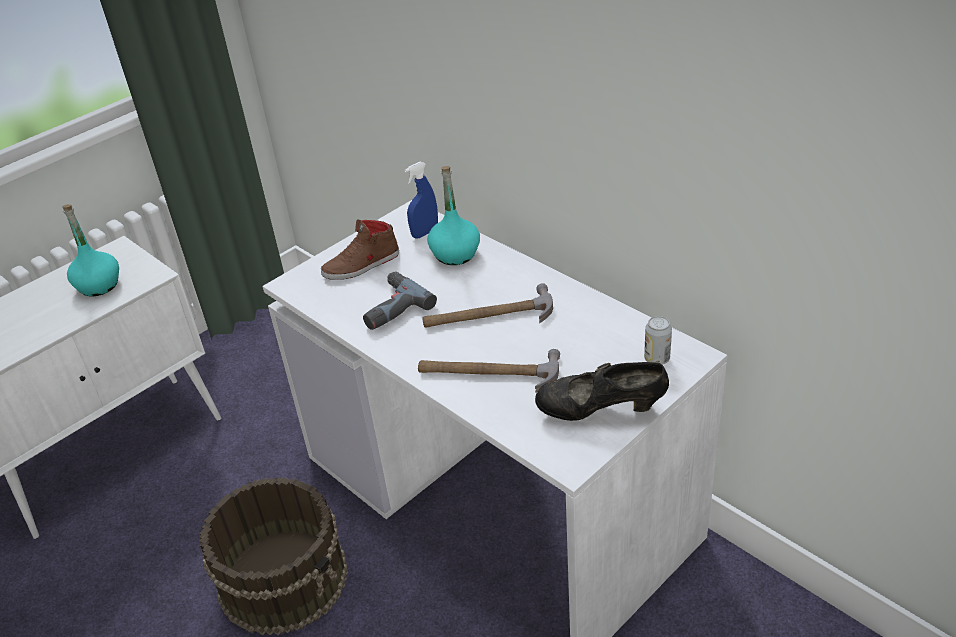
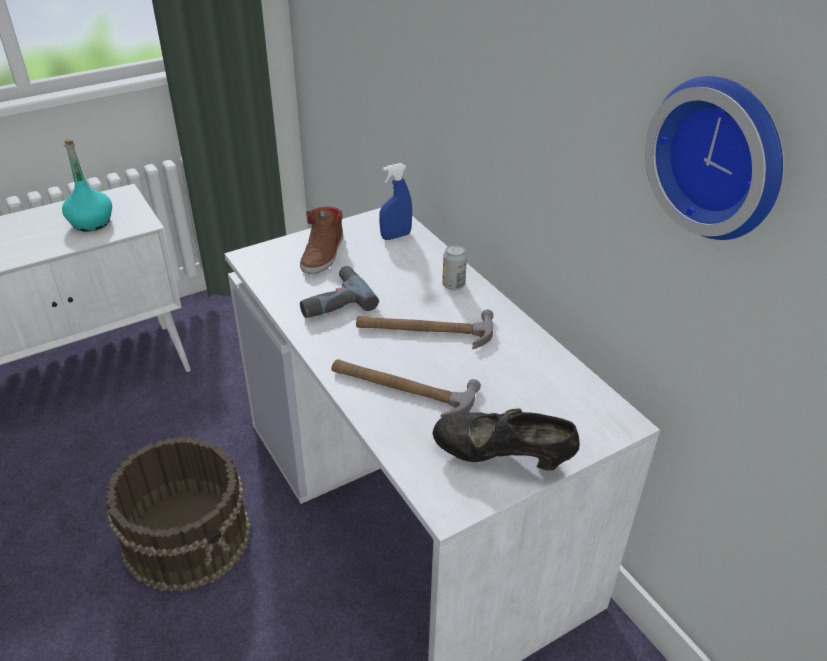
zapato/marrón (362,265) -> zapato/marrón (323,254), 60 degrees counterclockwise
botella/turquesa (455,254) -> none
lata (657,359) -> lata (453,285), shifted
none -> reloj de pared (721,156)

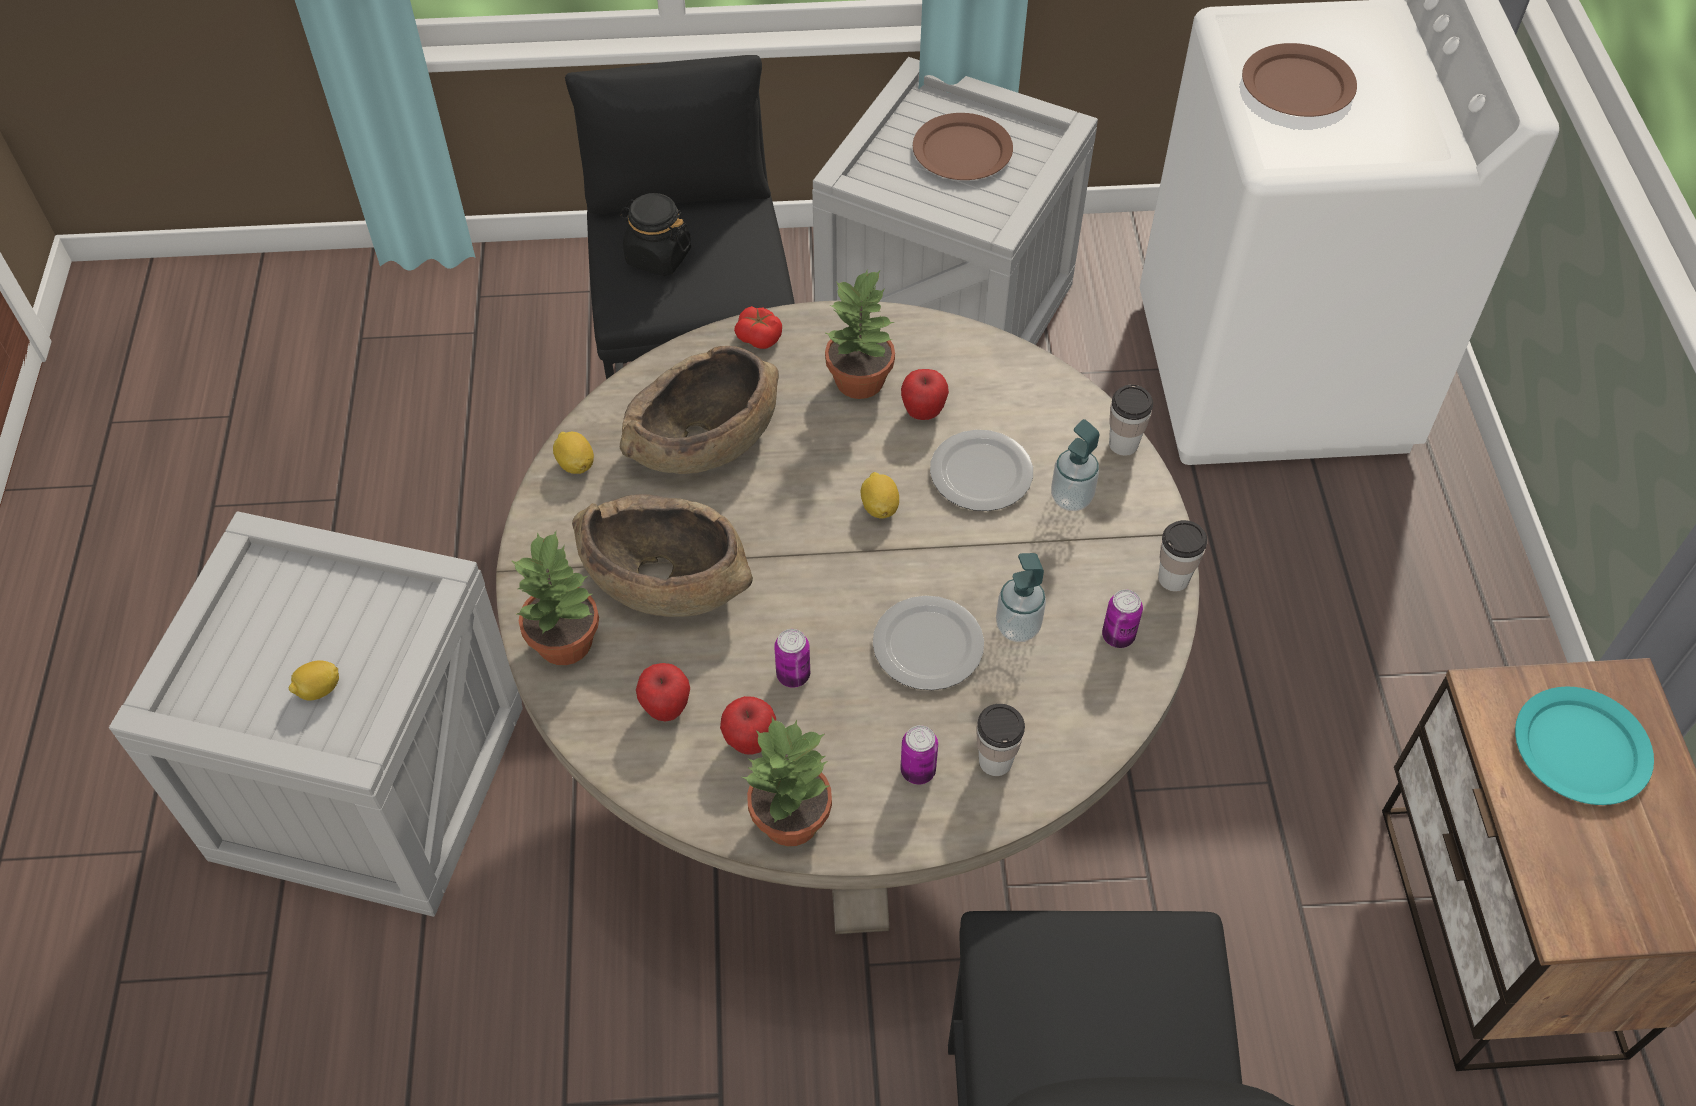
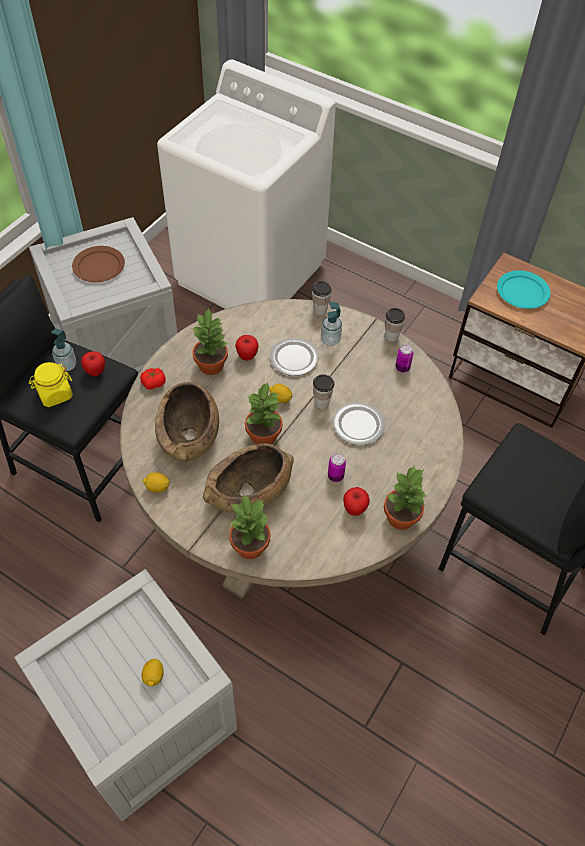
tarro/negro (658,256) -> tarro/amarillo (55,394)
manzana (666,708) -> manzana (95,372), shifted
lata (918,771) -> none
taza (995,761) -> taza (321,403), shifted
dispensador de jabón (1017,627) -> dispensador de jabón (67,365), shifted
plato/marrón (1297,86) -> none
none -> planta en maceta (263,436)

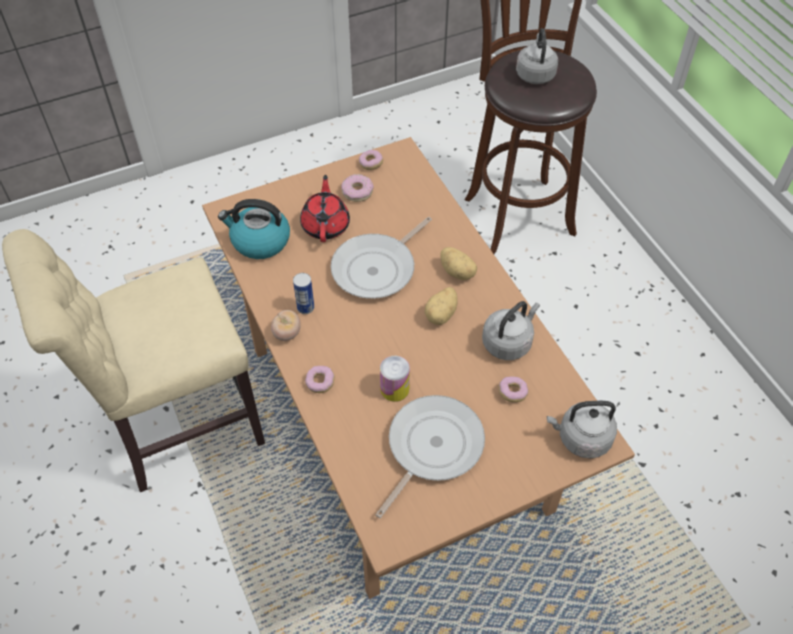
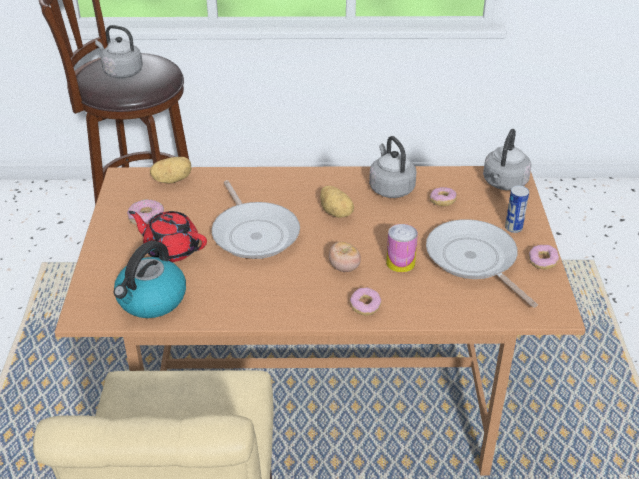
tomate (287,333) -> tomate (344,267), shifted
lata (305,308) -> lata (513,228), shifted
rosquilla (371,164) -> rosquilla (542,262), shifted
patata (458,271) -> patata (172,180), shifted

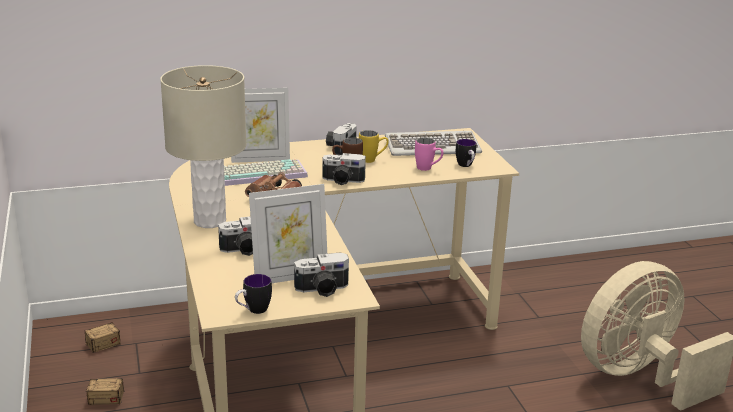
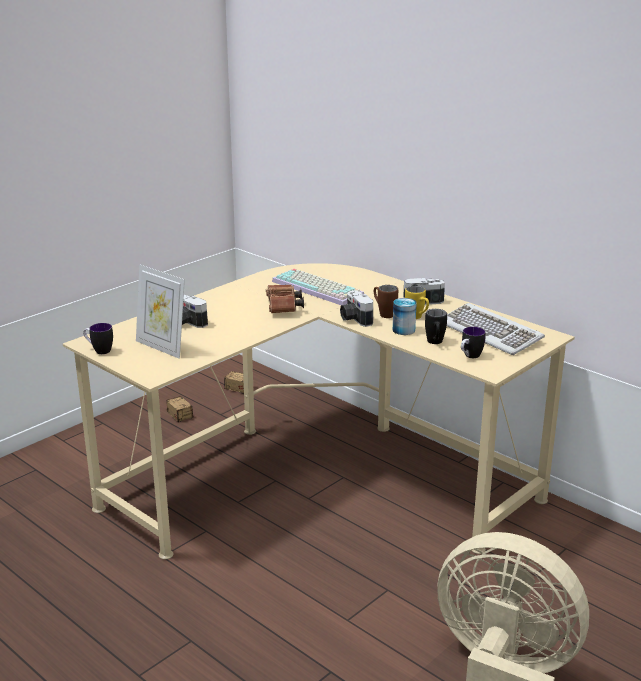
lámpara de mesa/beis (210,221) -> none
portarretratos (260,159) -> none
cámara (322,289) -> none
taza grande/rosa (428,169) -> taza grande/negro (435,343)
none -> lata (403,330)

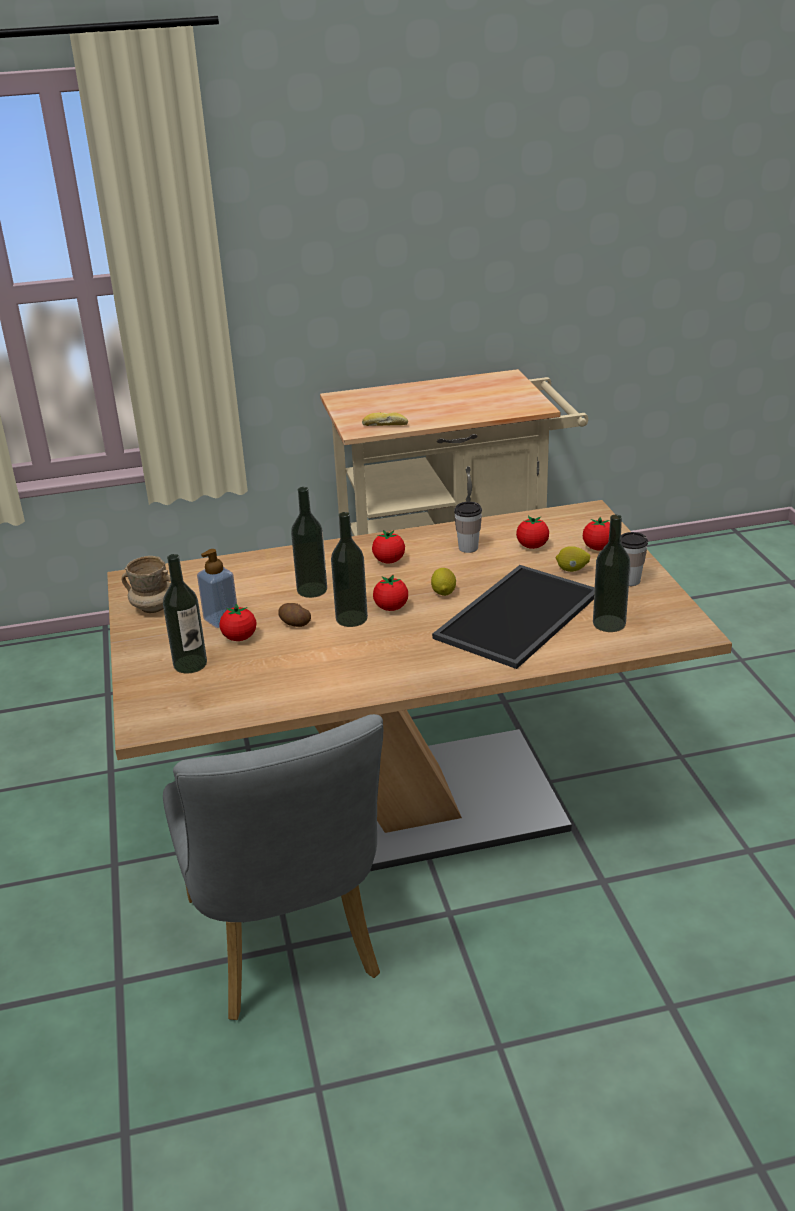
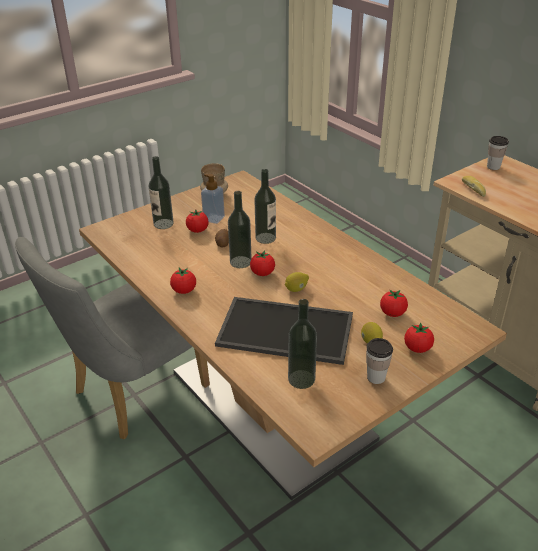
tomate (389,561) -> tomate (184,290), shifted
taza (468,548) -> taza (493,167), shifted

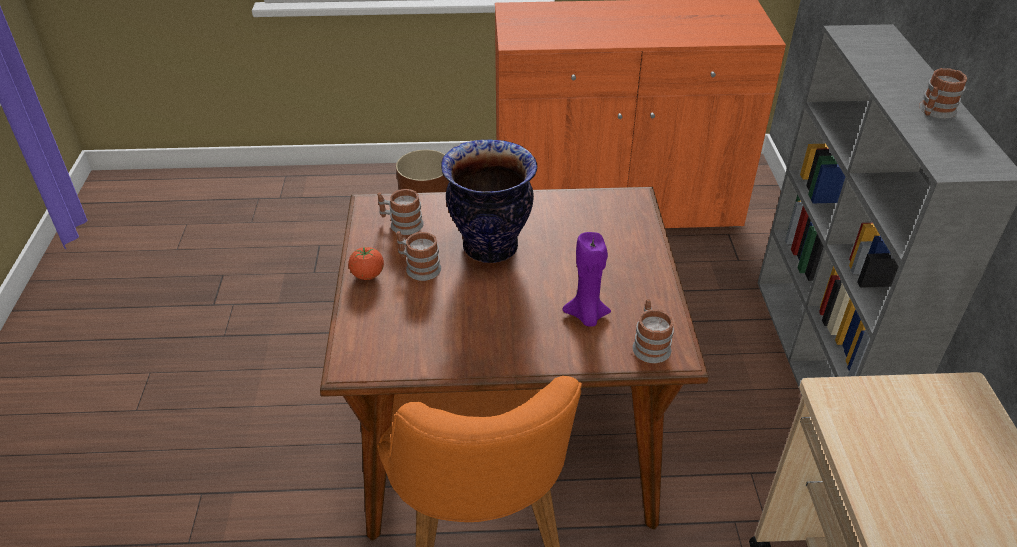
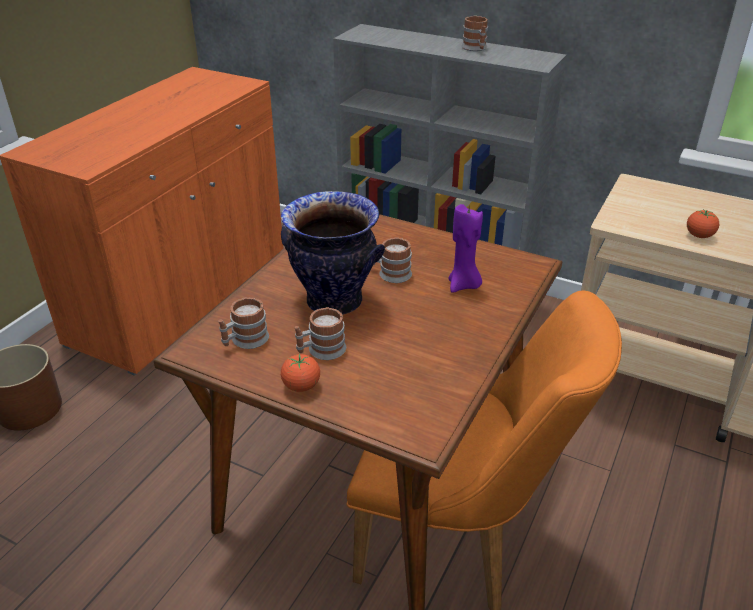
taza grande (649,344) -> taza grande (390,273), shifted
none -> tomate (699,236)

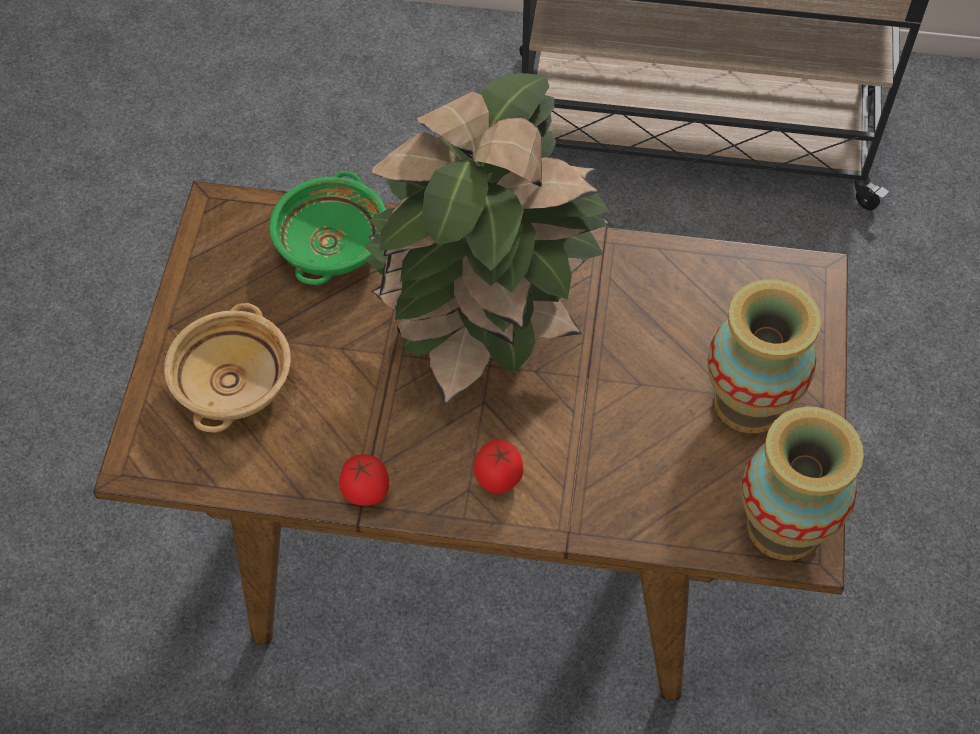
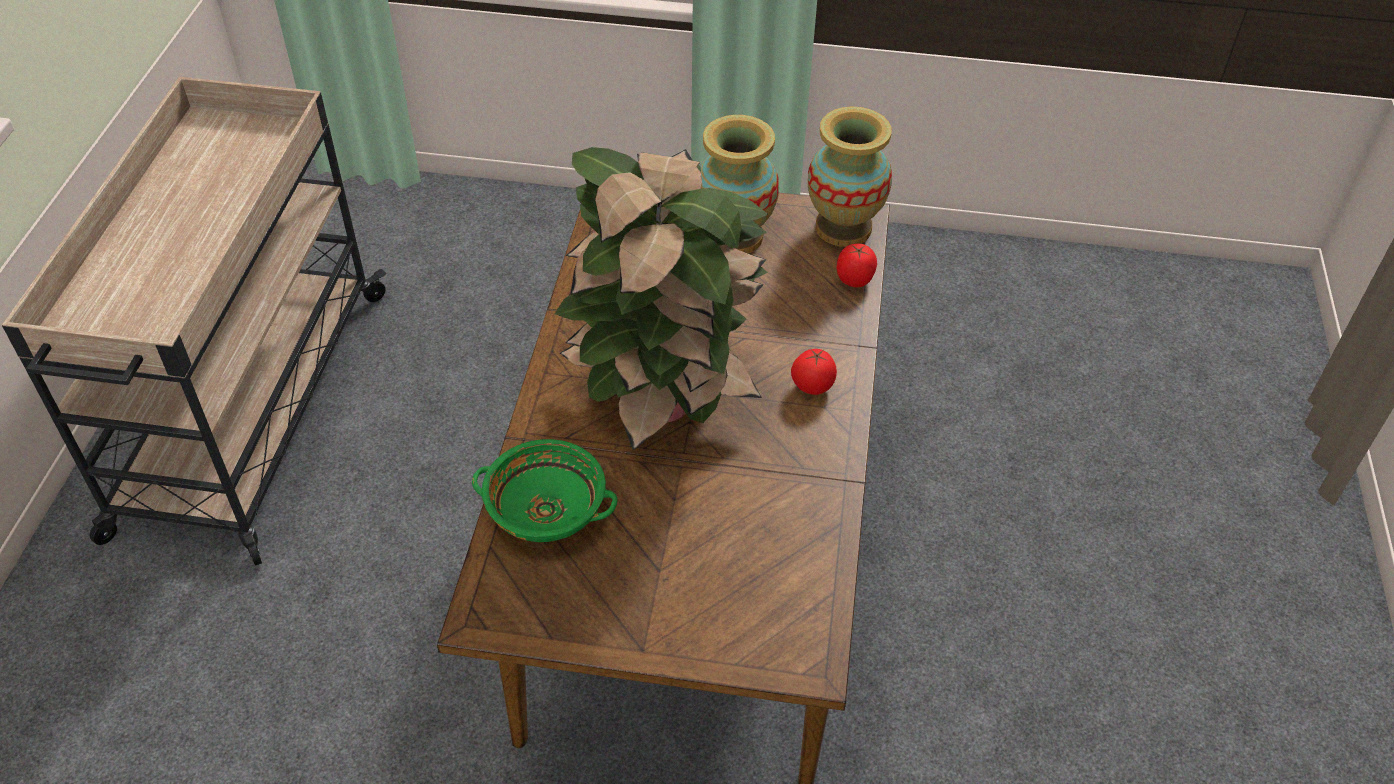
cuenco/beis (234,384) -> none
tomate (366,493) -> tomate (855,280), shifted

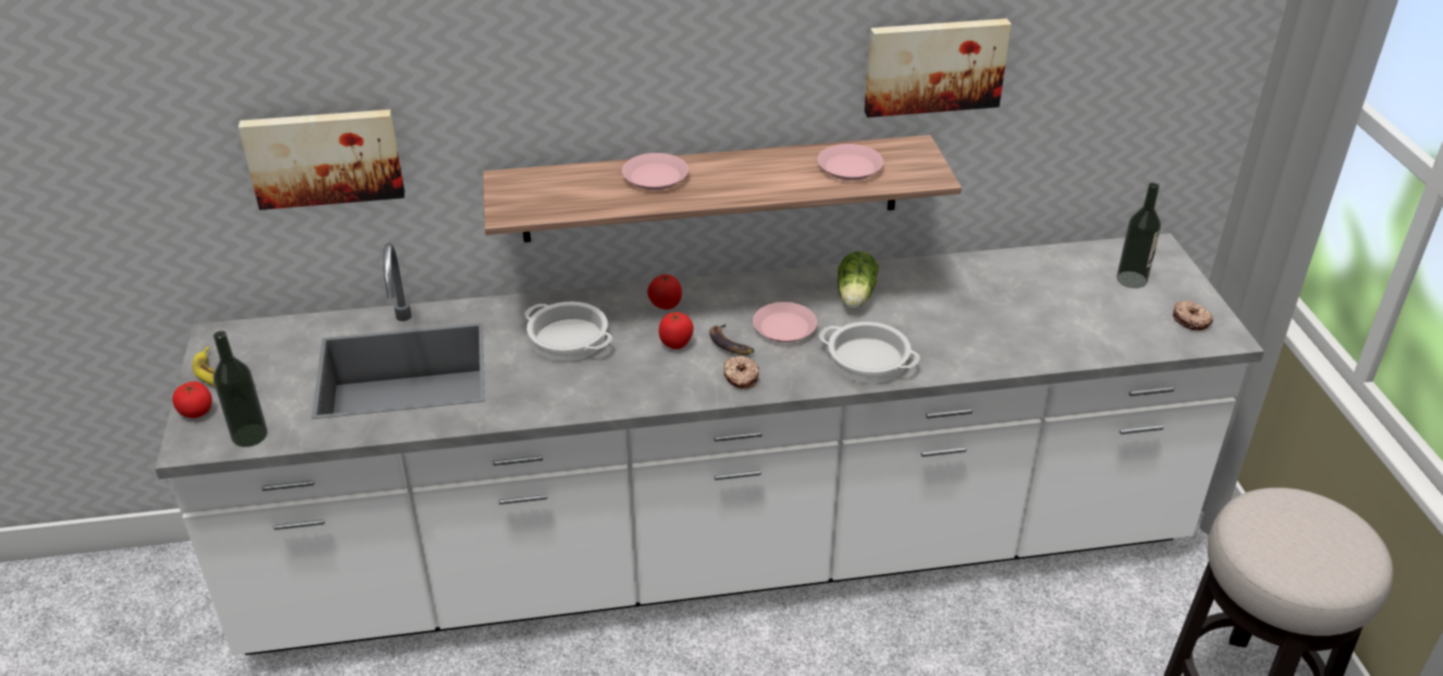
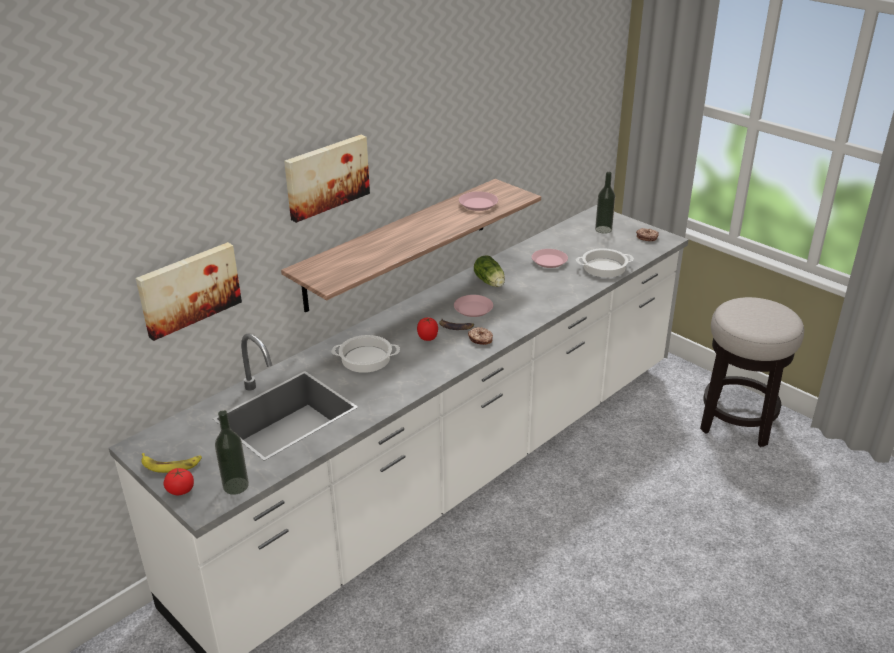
plato/rosa (655,177) -> plato/rosa (549,261), shifted
tomate (665,305) -> none
olla (869,359) -> olla (604,267), shifted
cuadro (934,65) -> cuadro (326,176), shifted

